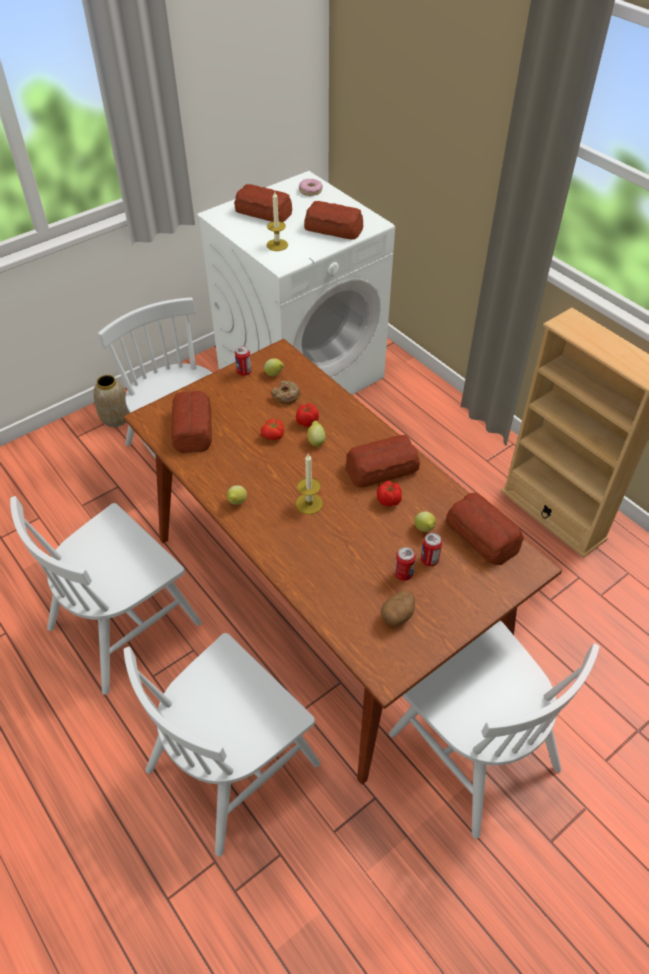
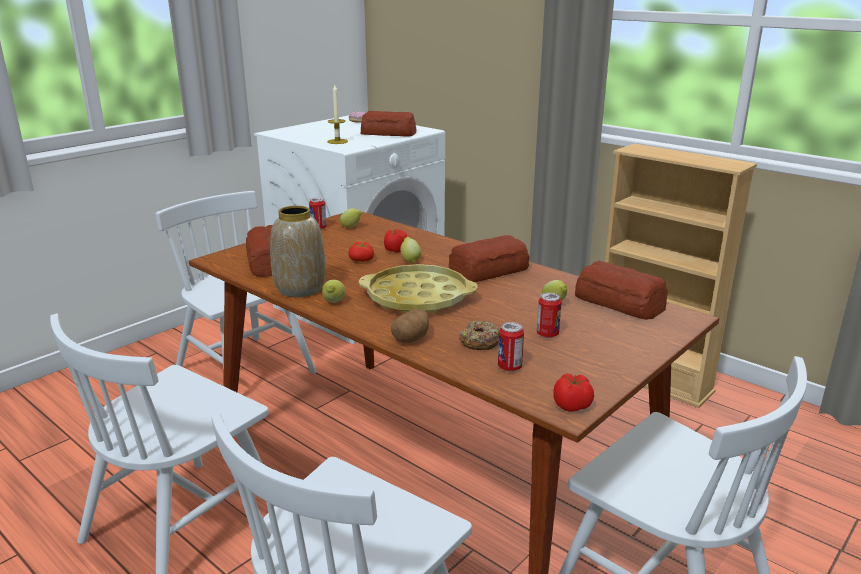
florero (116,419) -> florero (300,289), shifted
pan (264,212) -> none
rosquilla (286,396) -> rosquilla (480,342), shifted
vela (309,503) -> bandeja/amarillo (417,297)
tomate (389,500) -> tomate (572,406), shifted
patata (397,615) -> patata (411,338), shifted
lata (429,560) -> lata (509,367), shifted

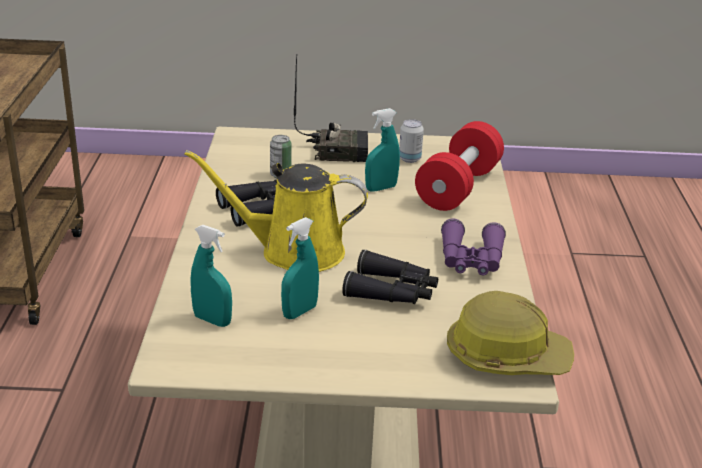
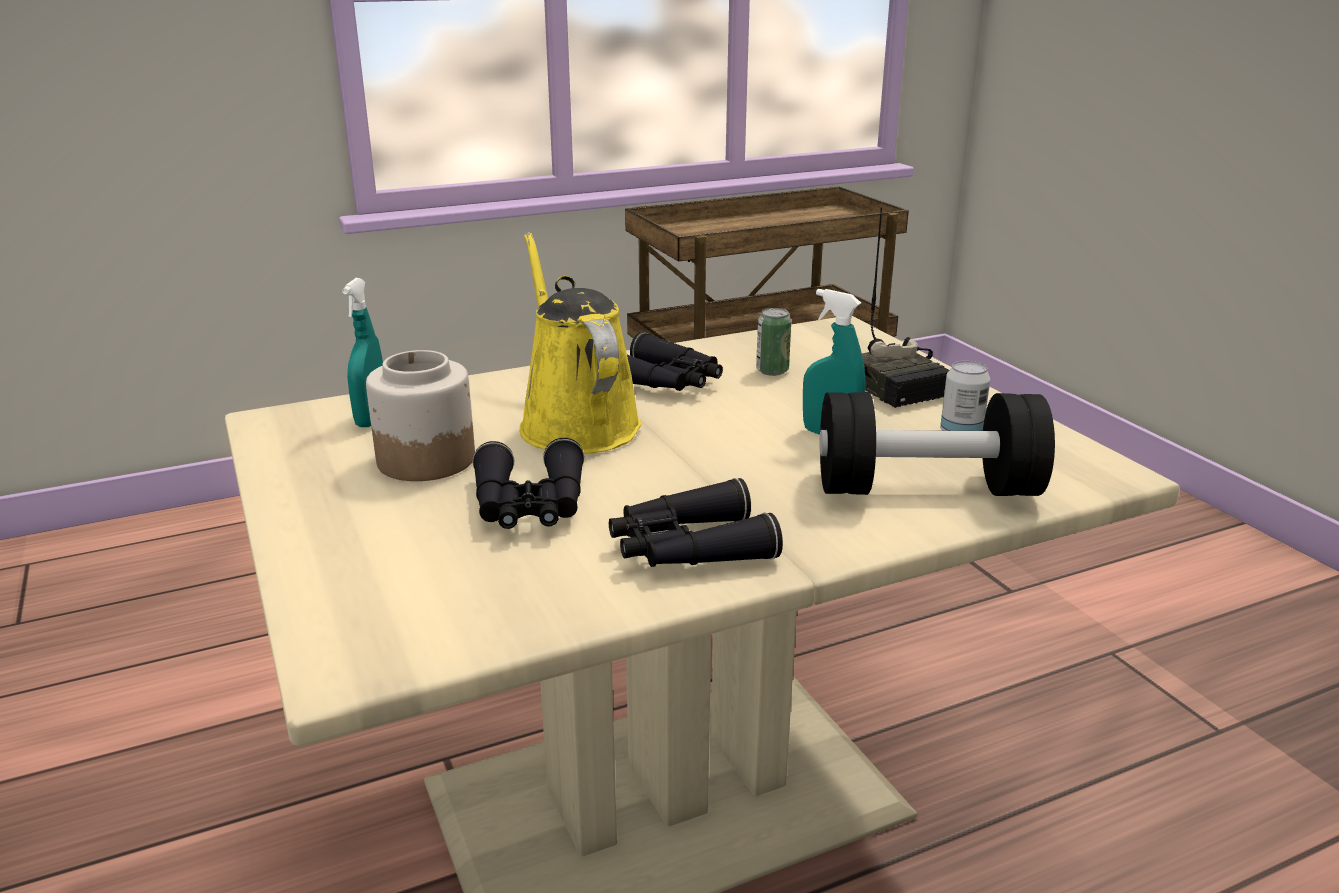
pulverizador/turquesa (299,312) -> tarro (426,459)
mancuerna/rojo (458,187) -> mancuerna/negro (926,489)
prismáticos/morado (471,260) -> prismáticos/negro (688,548)
casco (506,356) -> none

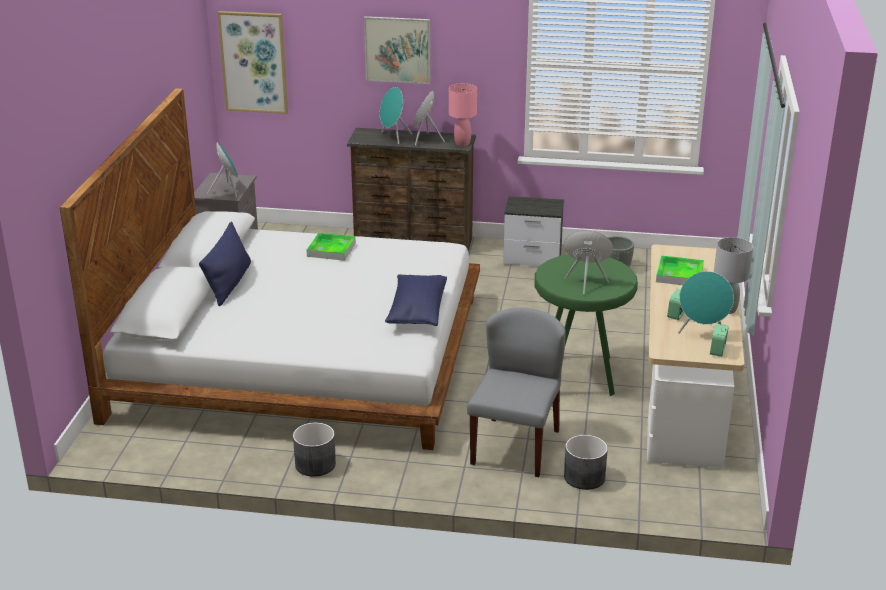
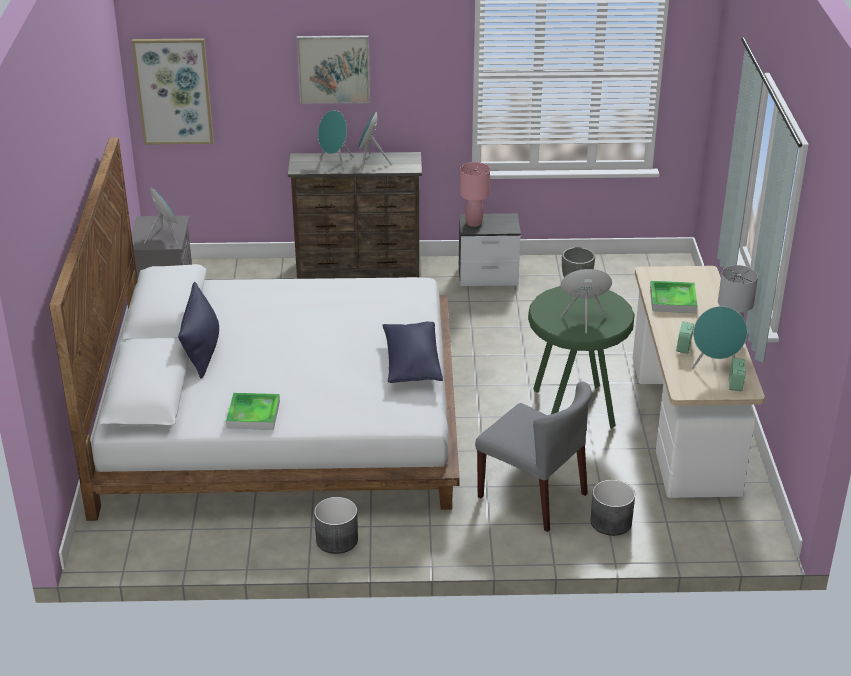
bandeja (331,249) -> bandeja (253,414), shifted
lámpara de mesa/rosa (462,143) -> lámpara de mesa/rosa (473,223), shifted
silla/gris (515,446) -> silla/gris (533,495), 120 degrees clockwise

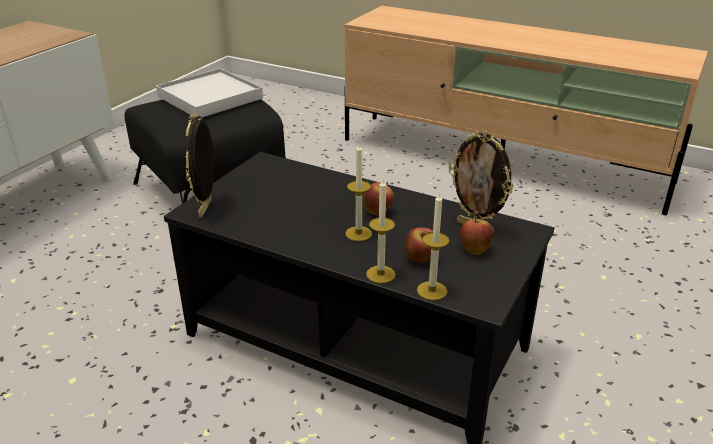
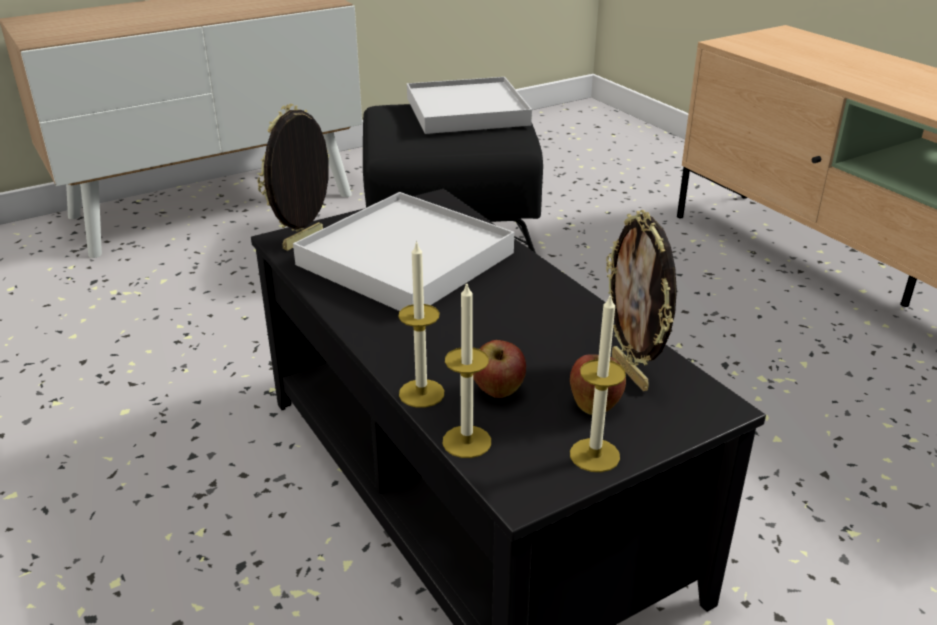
vela (358,233) -> vela (594,455), shifted
manzana (378,211) -> none
none -> bandeja/blanco (405,258)

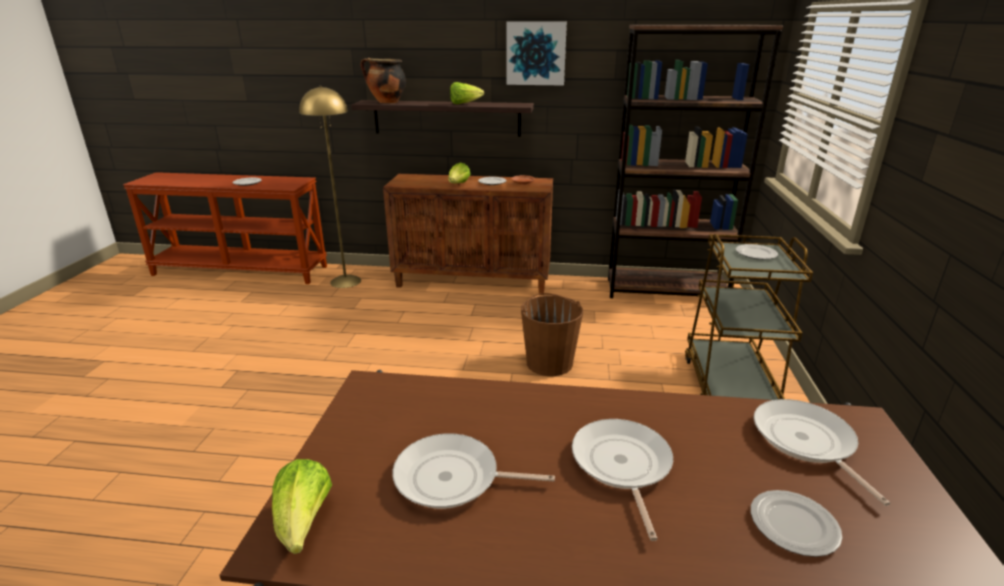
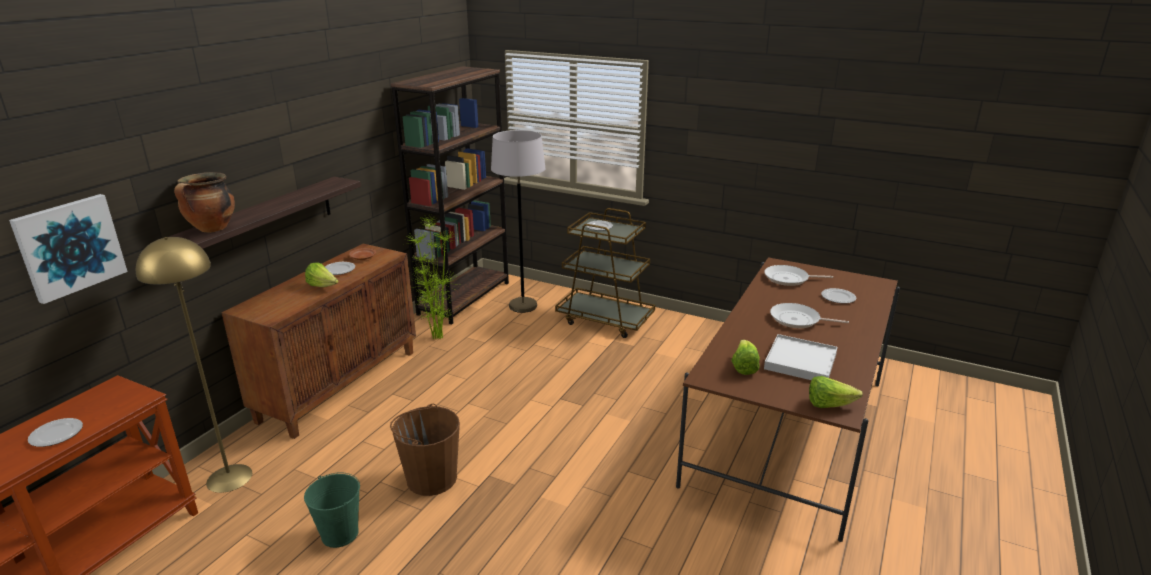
sartén (453,479) -> bandeja/blanco (800,361)
lechuga (464,104) -> lechuga (744,367), shifted
cuadro (536,53) -> cuadro (70,247), shifted
cubo/marrón (549,362) -> cubo/marrón (431,478), shifted
none -> cubo/verde (339,534)
none -> planta en maceta (439,338)
none -> lámpara de pie/gris (523,306)

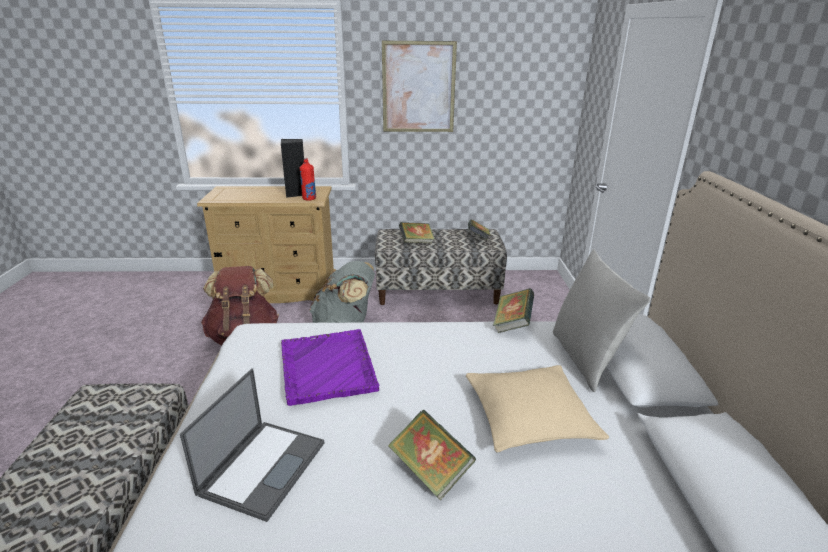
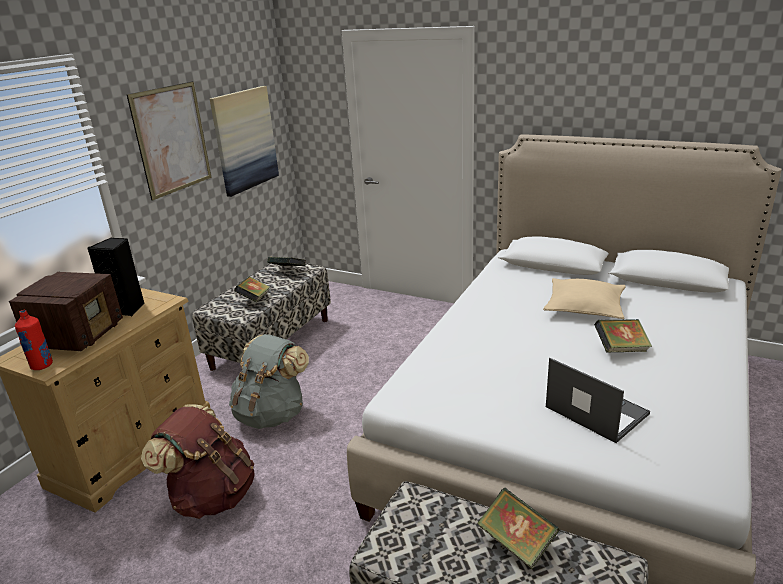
bandeja/morado (327,368) -> none
botella/rojo (309,198) -> botella/rojo (42,365), shifted
libro (512,324) -> libro (516,543), shifted
cojín/gris (585,359) -> none
none -> radio (79,335)
none -> cuadro (244,140)

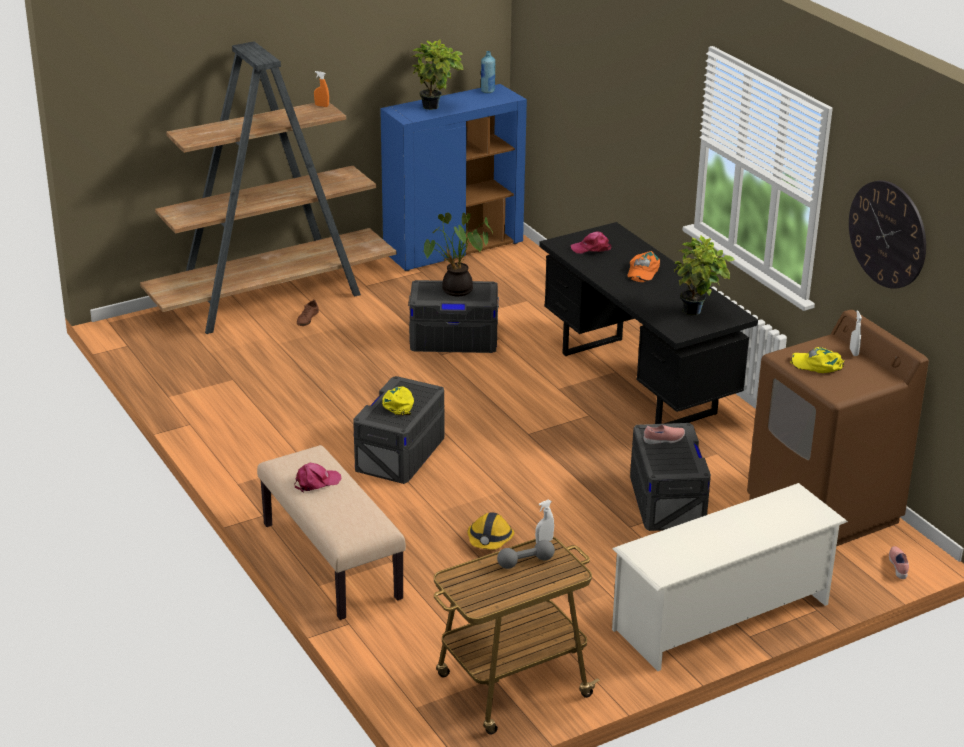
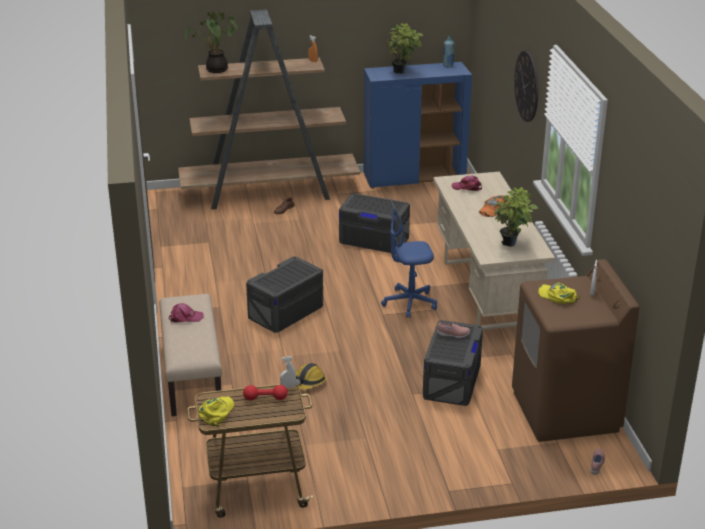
gorra/amarillo (398,403) -> gorra/amarillo (217,412), shifted
planta en maceta (456,291) -> planta en maceta (215,70), shifted
mancuerna/gris (525,562) -> mancuerna/rojo (265,398)
escritorio/negro (639,383) -> escritorio/beis (486,293)
zapatero/blanco (722,617) -> none
reloj de pared (887,234) -> reloj de pared (527,86), shifted
none -> silla de oficina/azul (409,303)

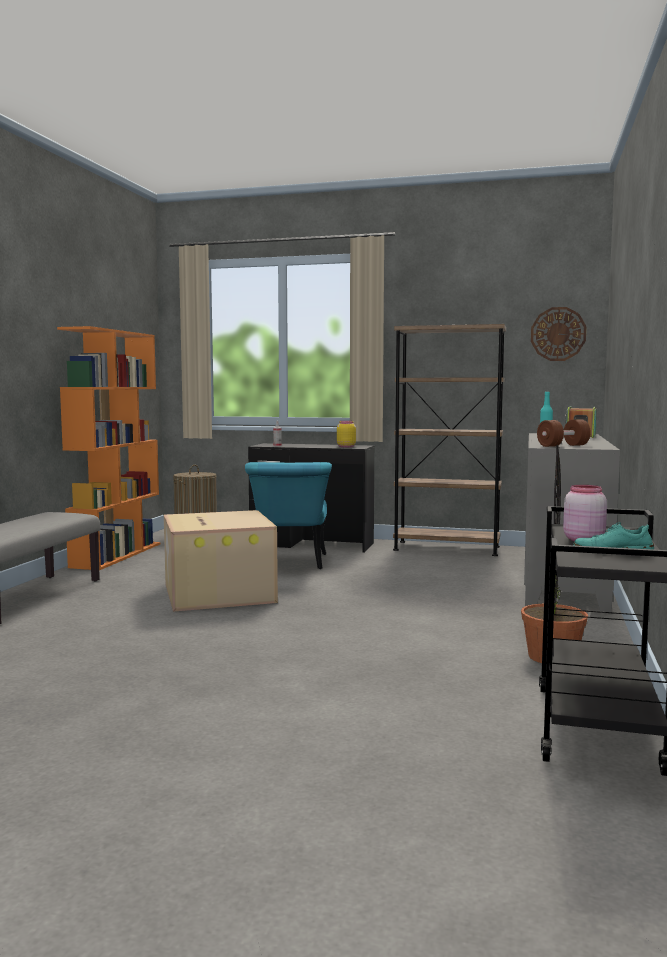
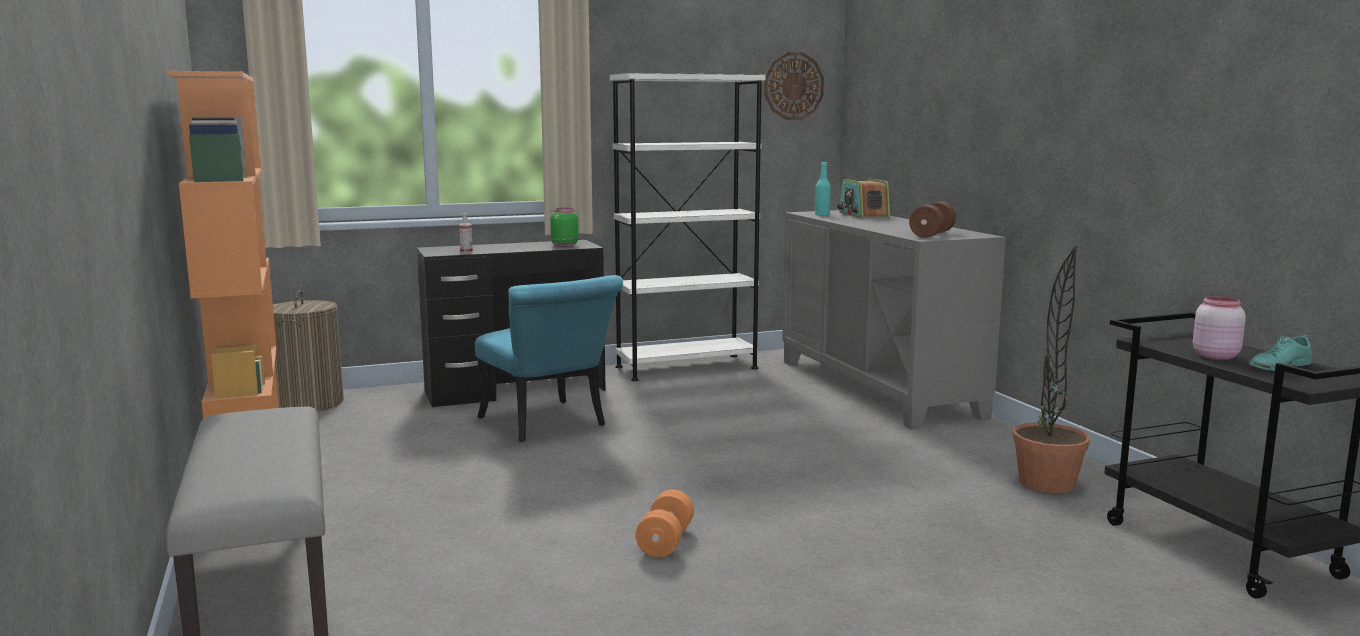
caja de cartón (217,593) -> none
tarro/amarillo (345,446) -> tarro/verde (564,245)
estantería/marrón (446,548) -> estantería/blanco (686,367)
none -> mancuerna/naranja (665,542)

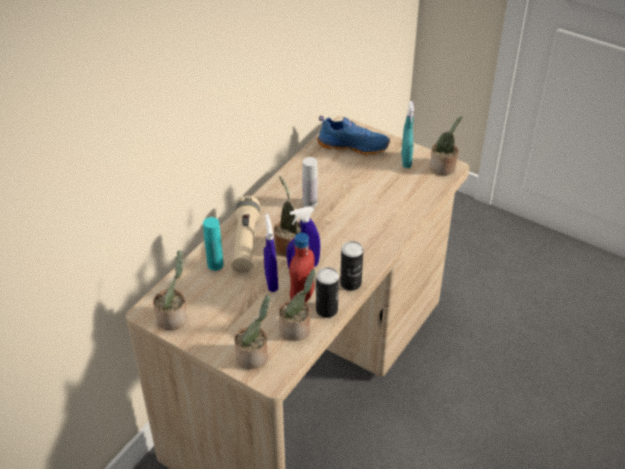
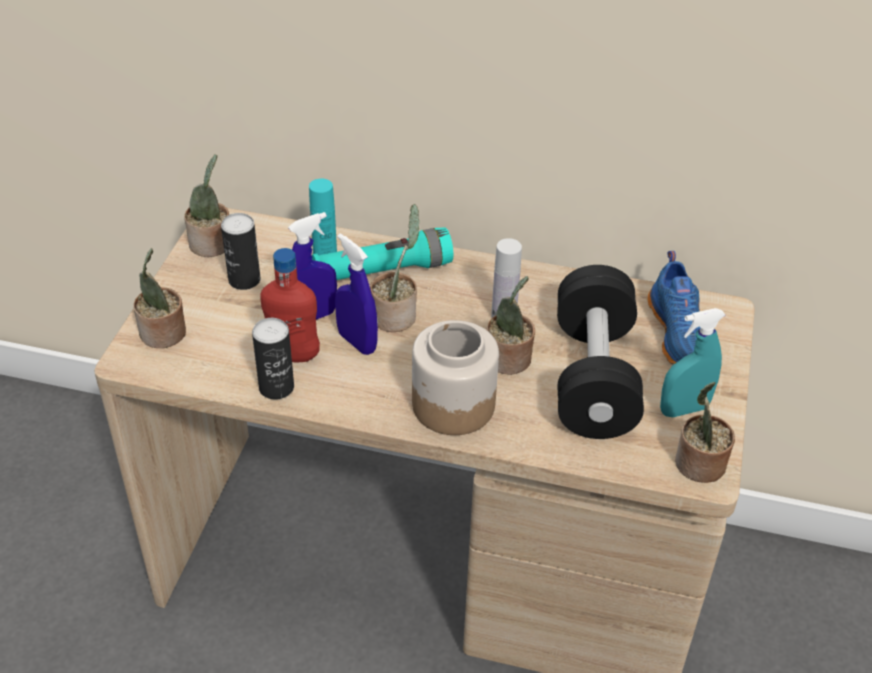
linterna/beis (245,242) -> linterna/turquesa (382,272)
planta en maceta (297,329) -> planta en maceta (509,360), shifted
lata (350,283) -> lata (244,280), shifted
none -> tarro (452,404)
none -> mancuerna/negro (593,378)

